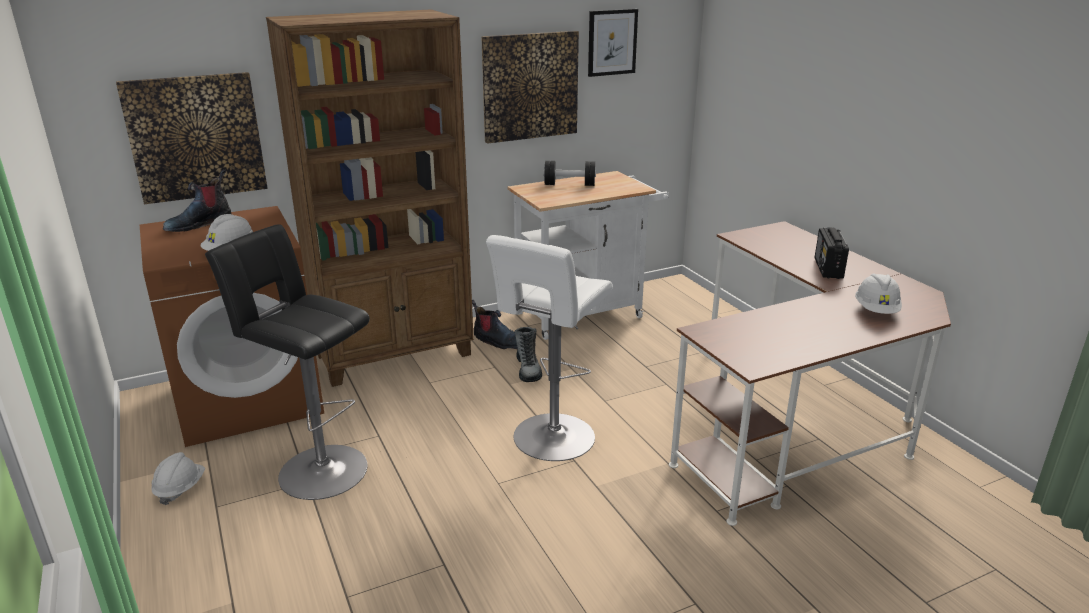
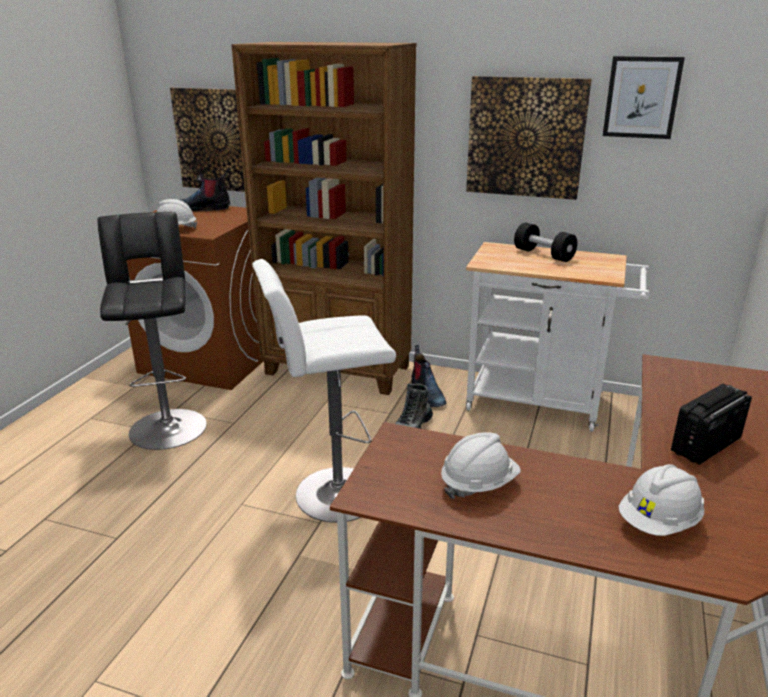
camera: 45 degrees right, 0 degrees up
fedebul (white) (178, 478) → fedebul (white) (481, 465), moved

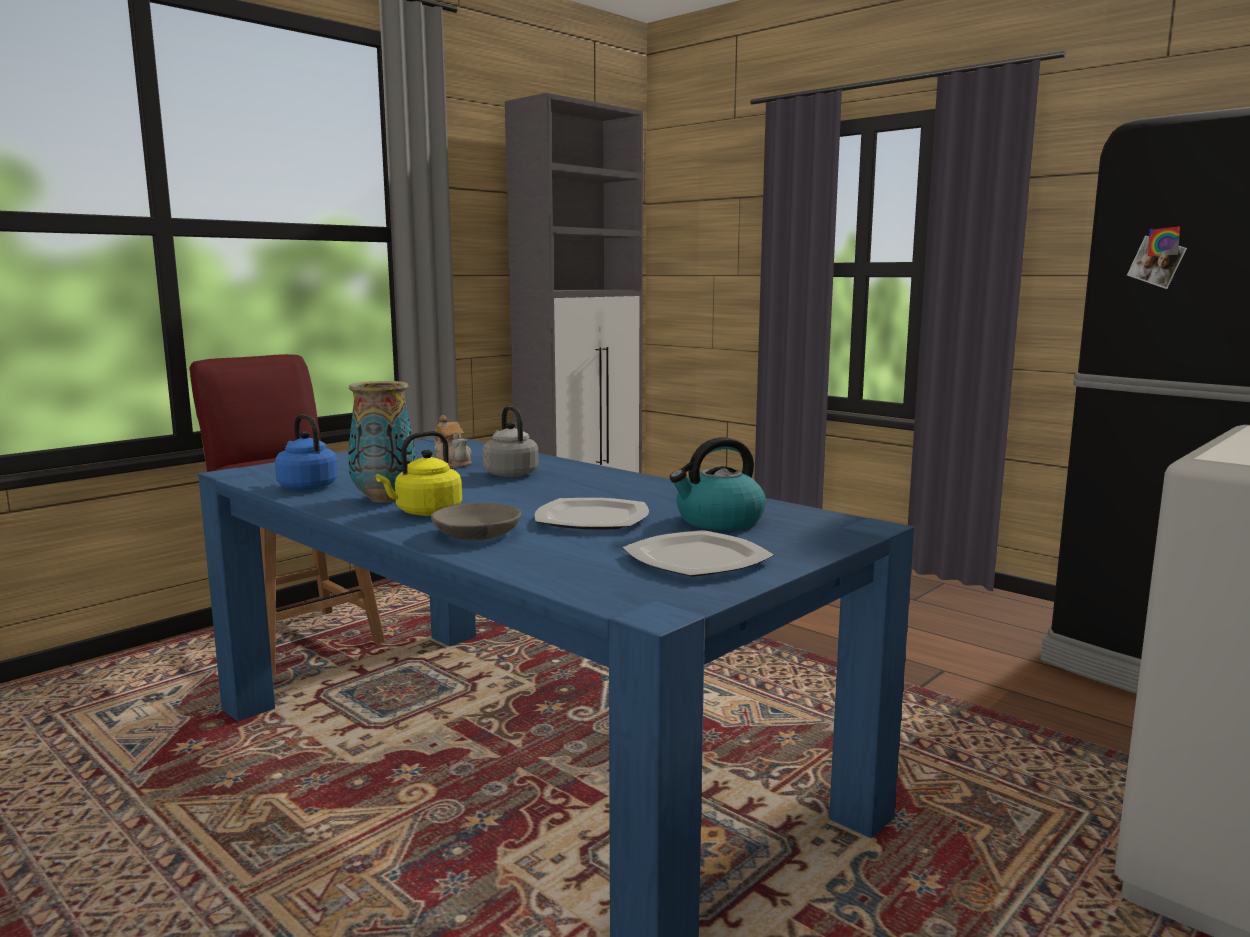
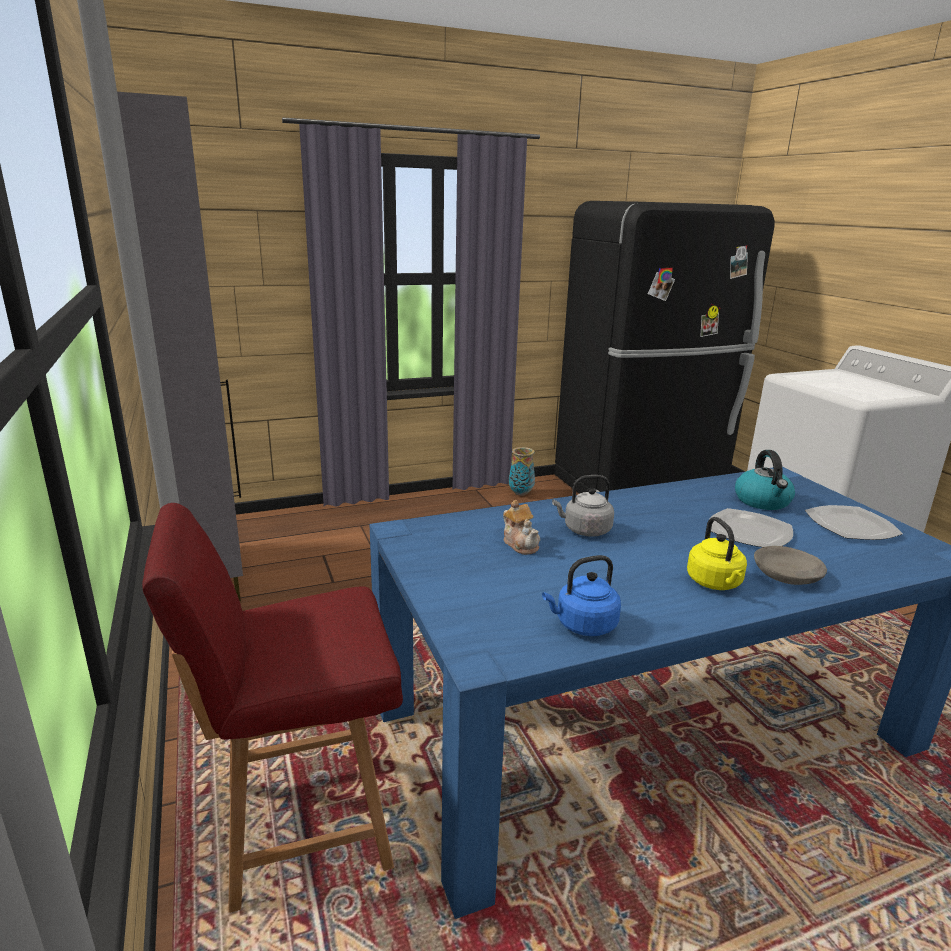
camera: 65 degrees left, 10 degrees up
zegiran (453, 441) → zegiran (521, 527), 75 degrees clockwise
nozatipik (382, 442) → nozatipik (522, 471), moved

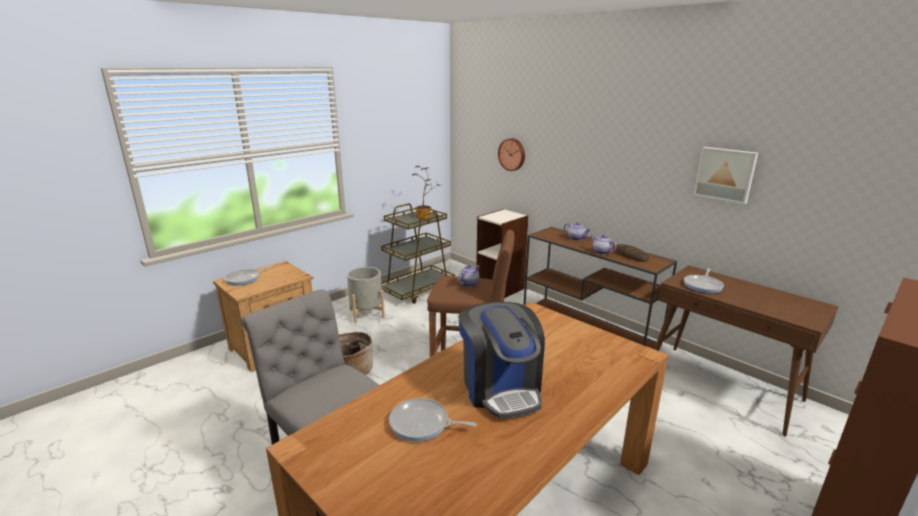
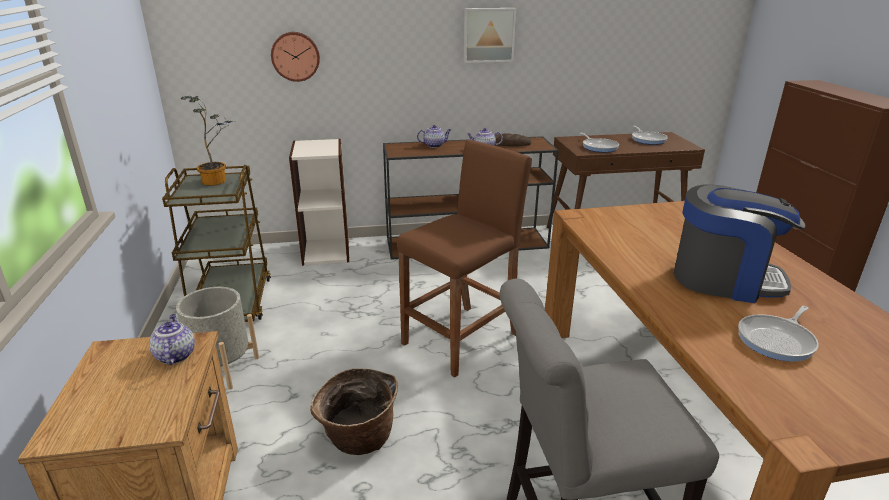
camera: 55 degrees left, 5 degrees up
zegiran (469, 276) → zegiran (172, 339), moved
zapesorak (725, 175) → zapesorak (489, 35), moved
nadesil (248, 275) → nadesil (650, 135), moved

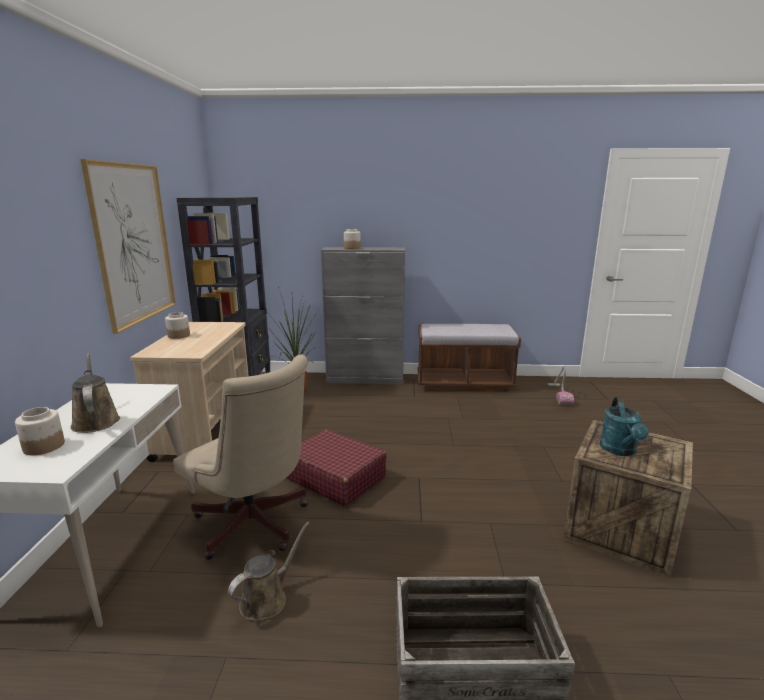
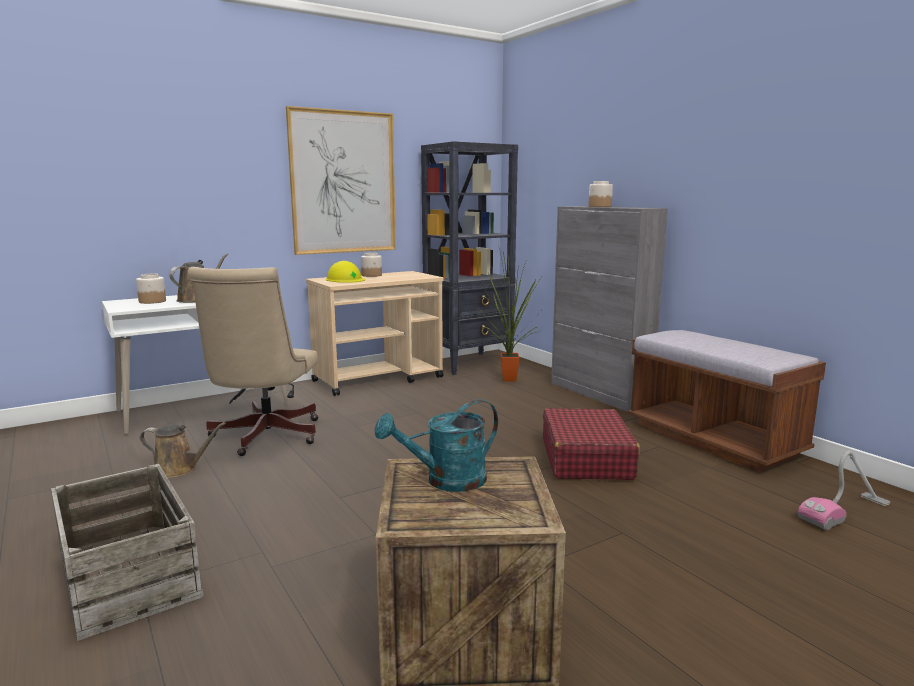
camera: 55 degrees right, 5 degrees down
- → fedebul (yellow) (345, 272)
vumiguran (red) (336, 467) → vumiguran (red) (591, 444), moved

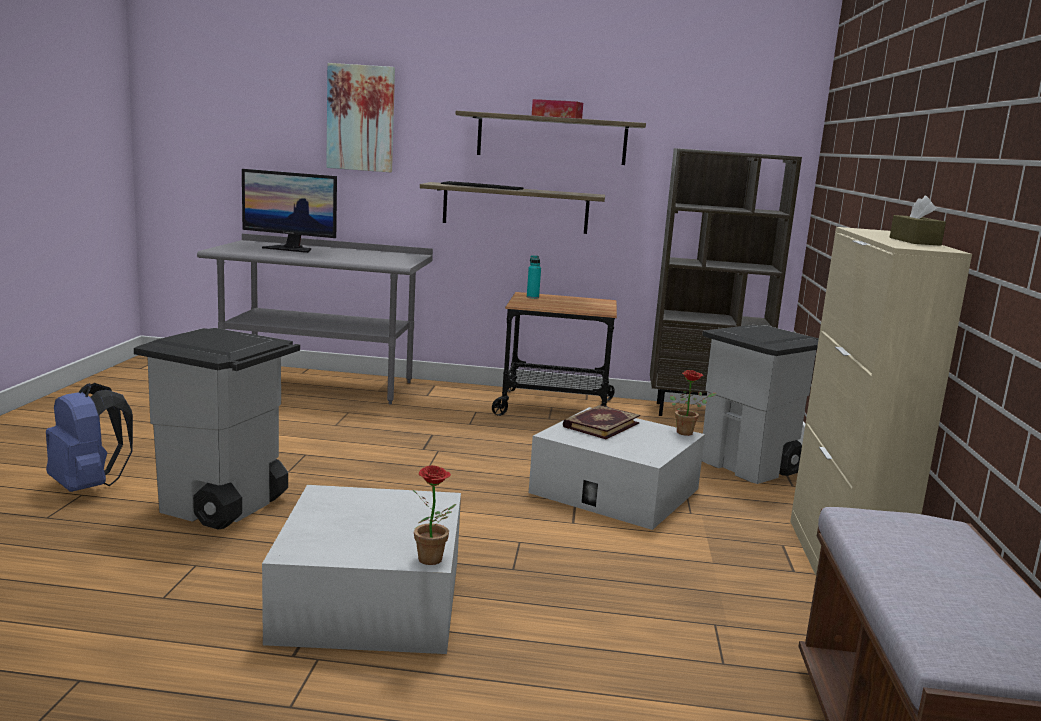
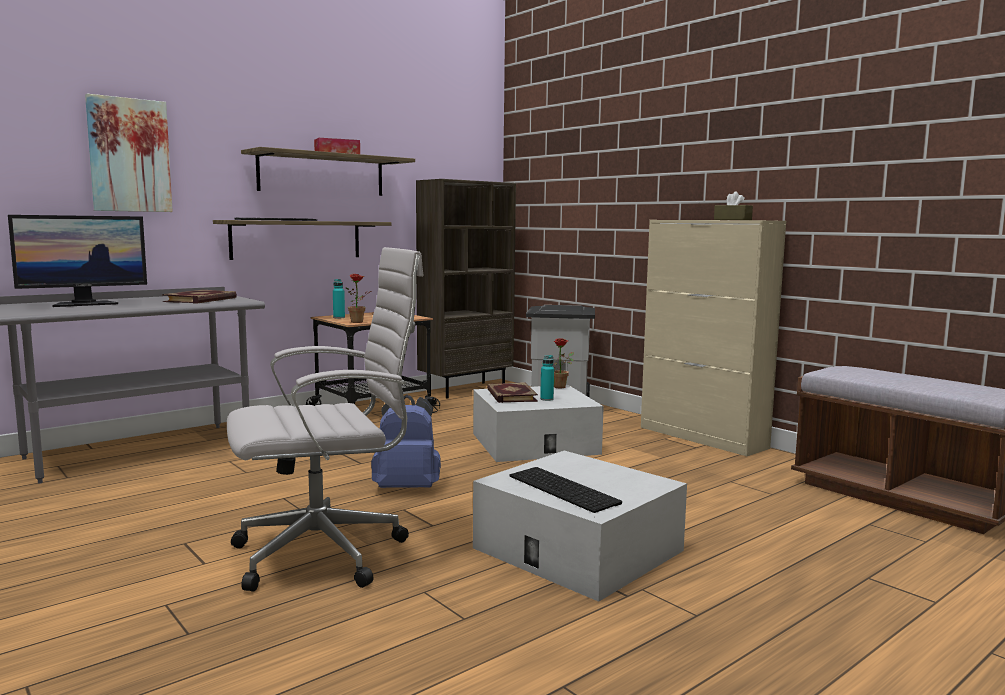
camera: 45 degrees left, 5 degrees down
- → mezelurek (199, 297)
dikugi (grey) (217, 429) → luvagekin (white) (325, 419)
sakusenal (434, 515) → sakusenal (358, 298), moved
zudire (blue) (89, 437) → zudire (blue) (406, 441), moved
- → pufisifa (565, 490)
- → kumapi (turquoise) (547, 378)

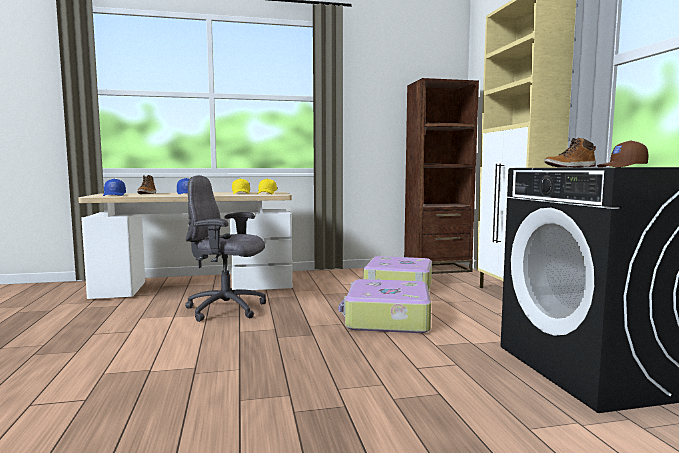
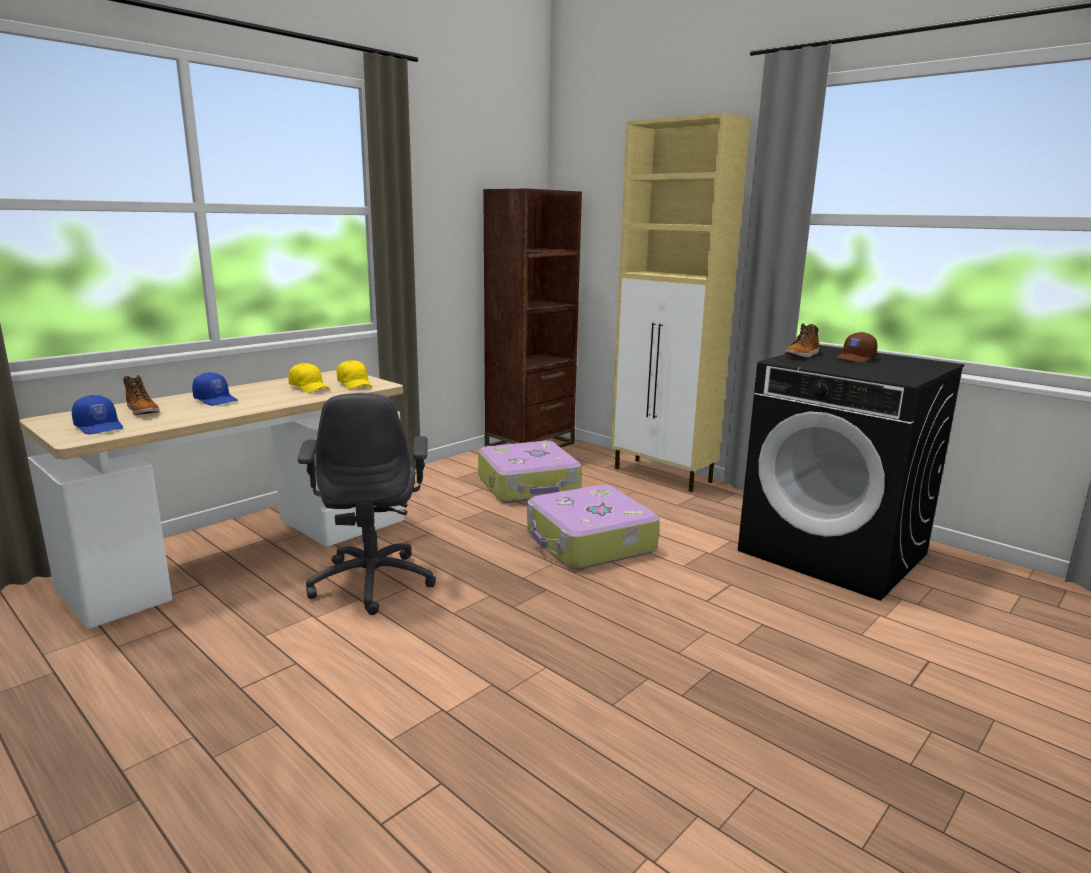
camera: 35 degrees left, 10 degrees up
luvagekin (grey) (225, 248) → luvagekin (grey) (367, 504), 75 degrees counterclockwise

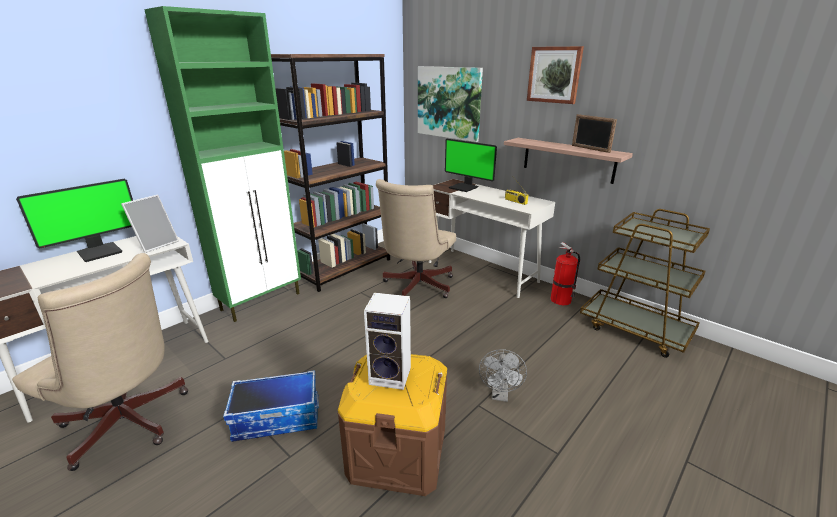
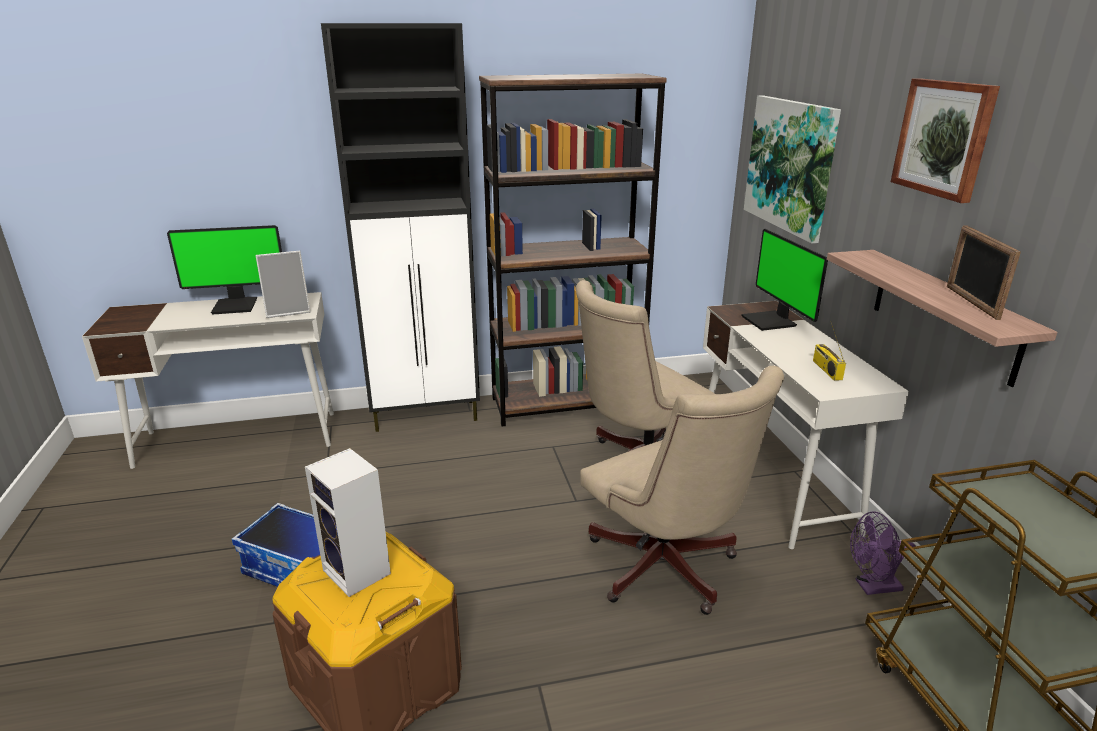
camera: 35 degrees right, 0 degrees up
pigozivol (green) (222, 164) → pigozivol (black) (400, 227)
luvagekin (beige) (100, 362) → luvagekin (beige) (682, 490), moved
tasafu (565, 273) → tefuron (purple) (883, 553)
tefuron (grey) (503, 375) → -

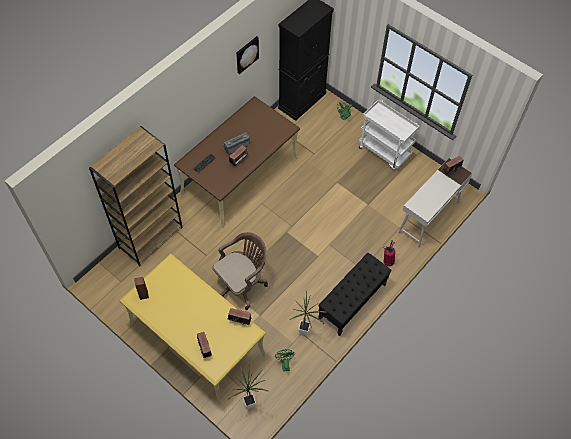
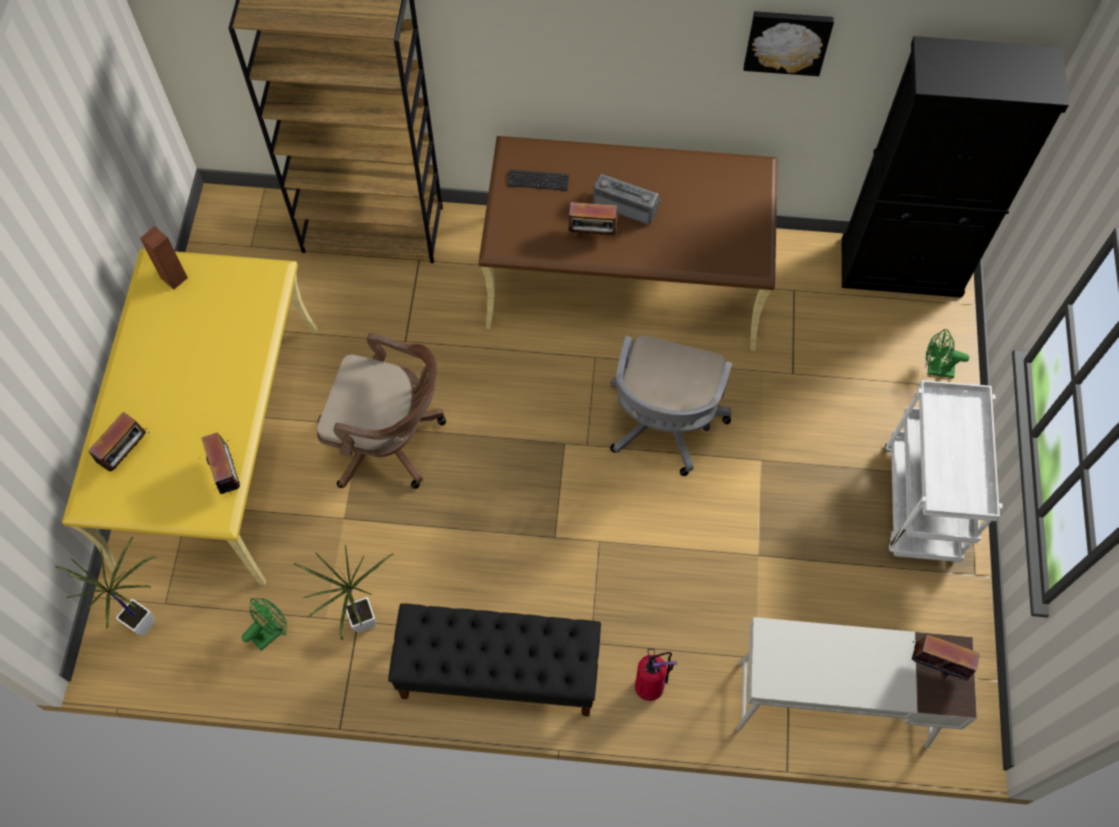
camera: 55 degrees right, 5 degrees up
- → luvagekin (grey) (671, 405)

